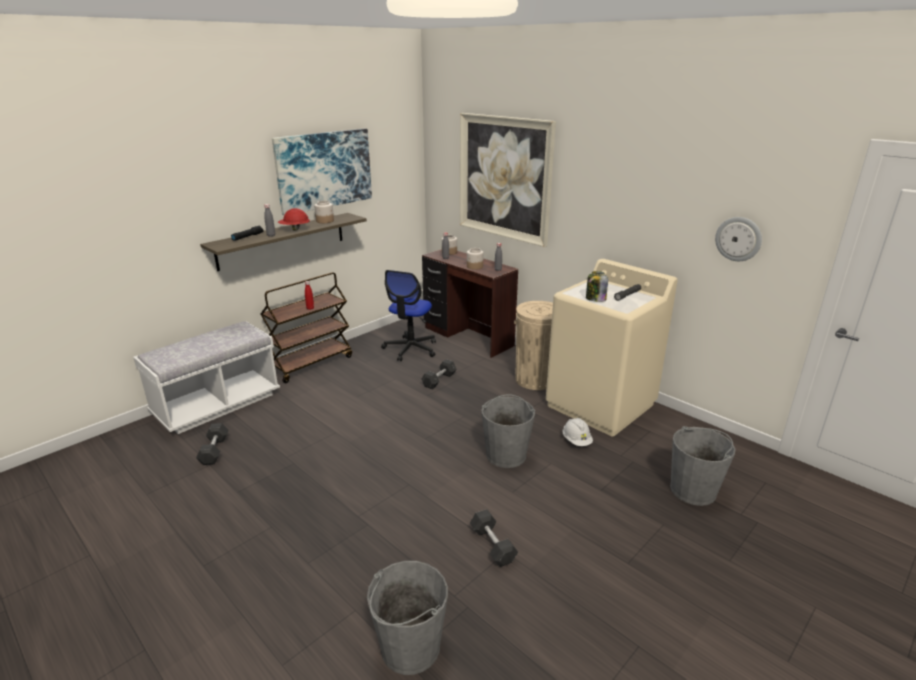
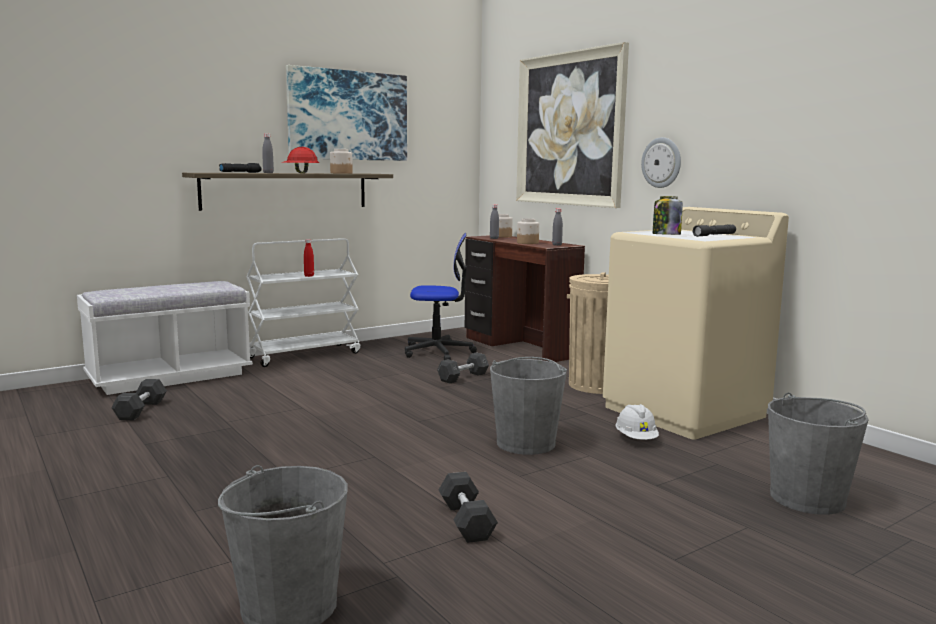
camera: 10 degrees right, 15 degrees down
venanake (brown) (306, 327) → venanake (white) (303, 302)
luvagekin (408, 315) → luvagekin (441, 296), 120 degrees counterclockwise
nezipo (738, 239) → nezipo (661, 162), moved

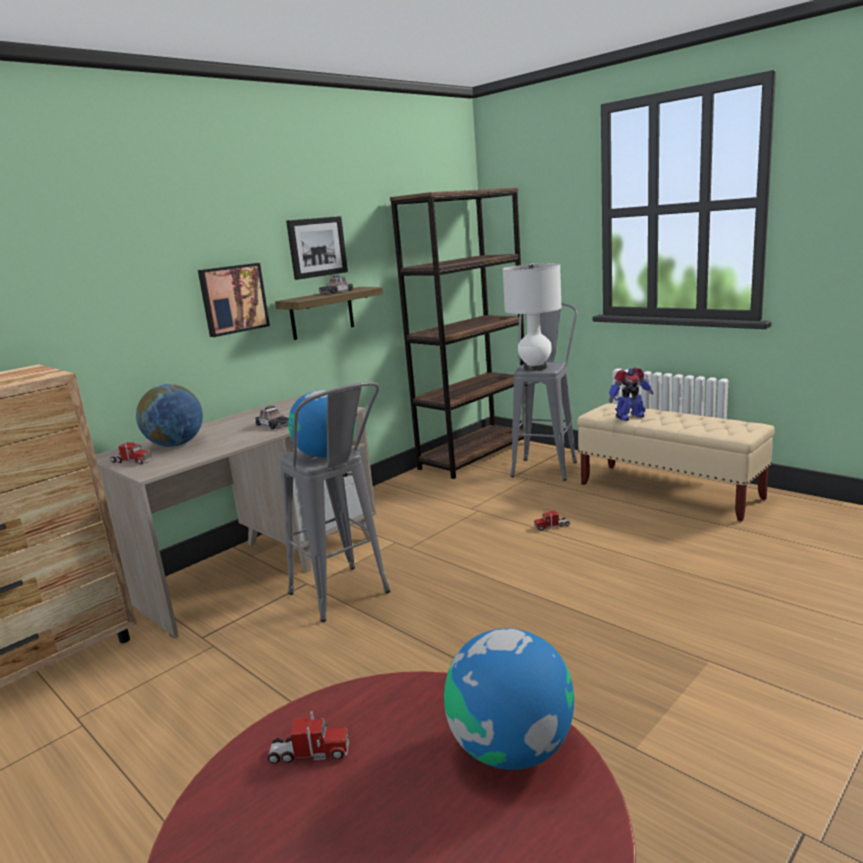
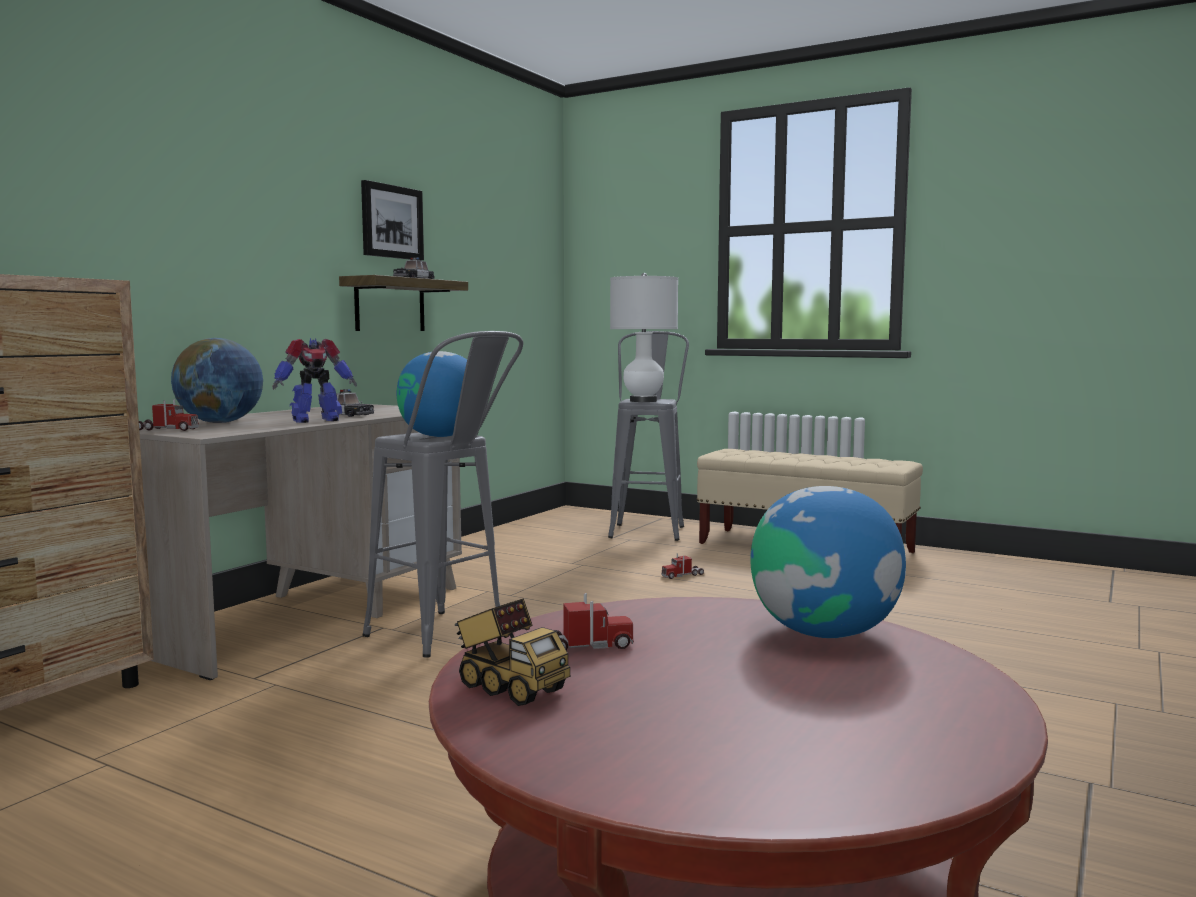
camera: 15 degrees left, 10 degrees down
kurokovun (631, 394) → kurokovun (314, 380), moved
- → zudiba (512, 652)
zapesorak (234, 300) → -
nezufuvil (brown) (457, 333) → -

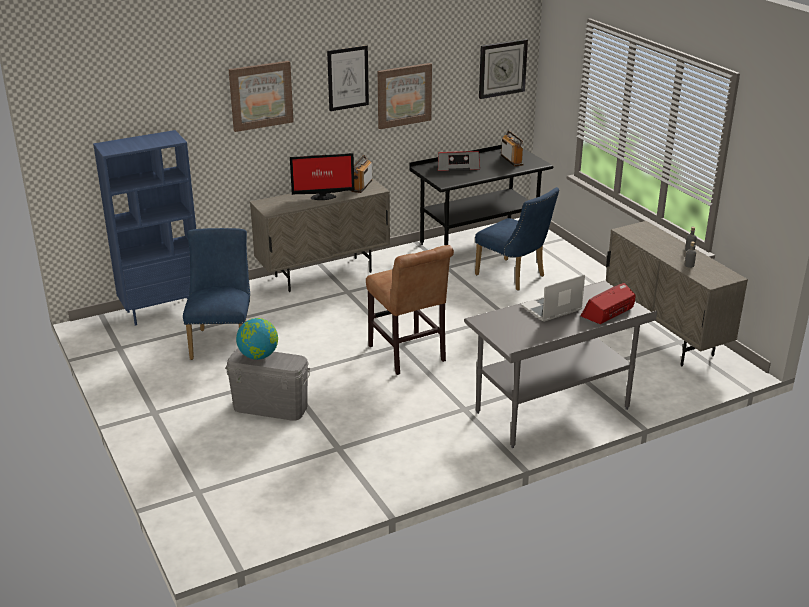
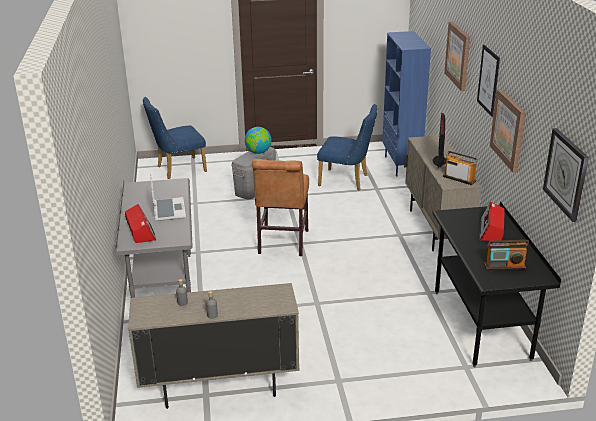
camera: 110 degrees right, 0 degrees up
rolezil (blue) (517, 239) → rolezil (blue) (175, 138), moved
rolezil (brown) (410, 310) → rolezil (brown) (280, 207), 75 degrees counterclockwise

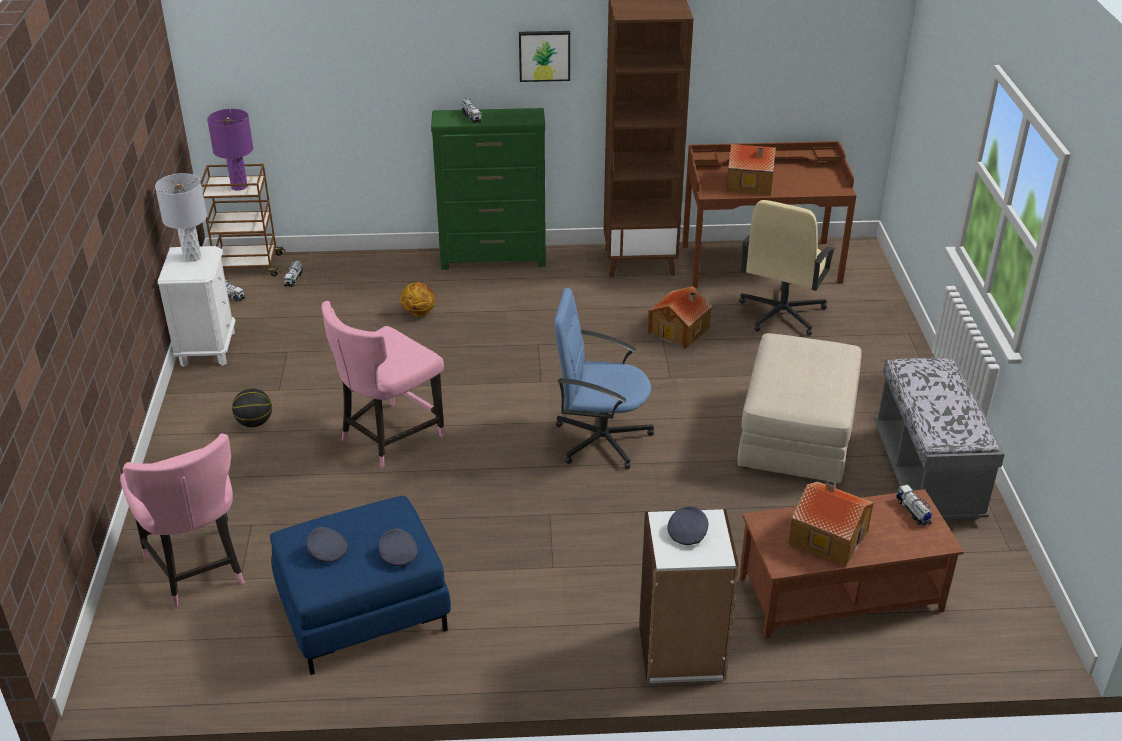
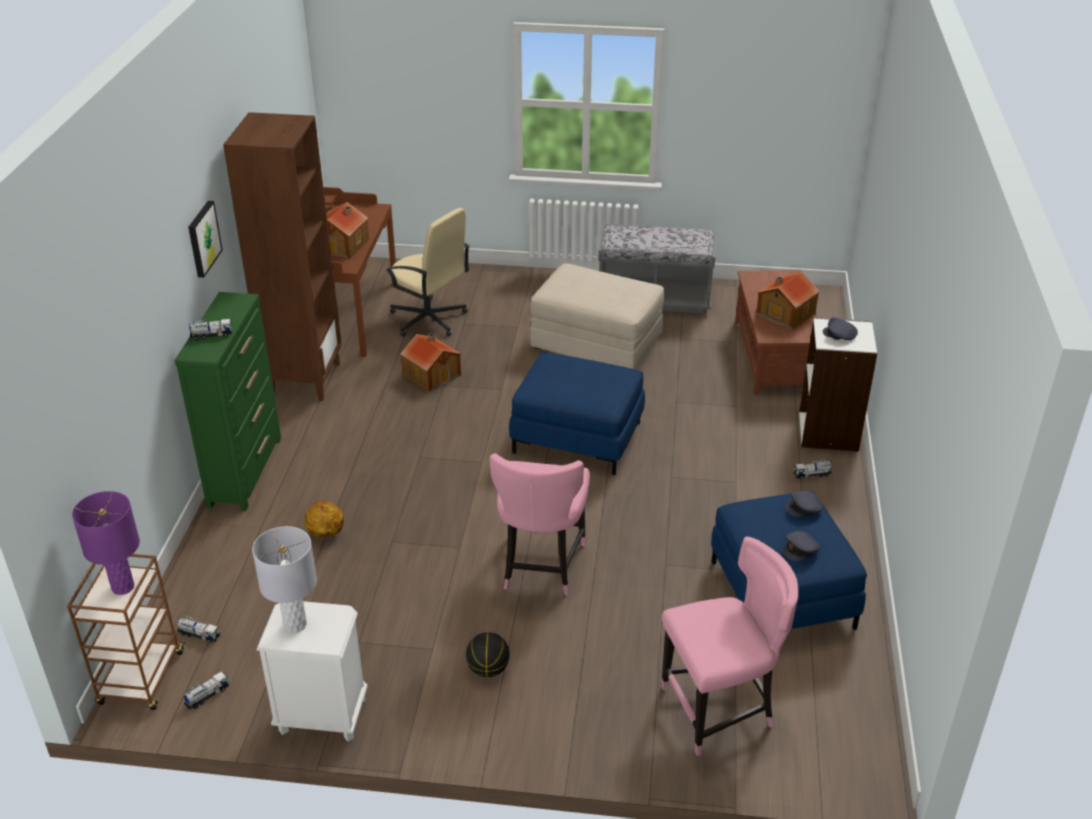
camera: 80 degrees left, 0 degrees up
rolezil (pink) (383, 384) → rolezil (pink) (540, 524), 45 degrees clockwise
luvagekin (blue) (604, 378) → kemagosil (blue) (577, 414)
zudiba (914, 505) → zudiba (813, 469), moved

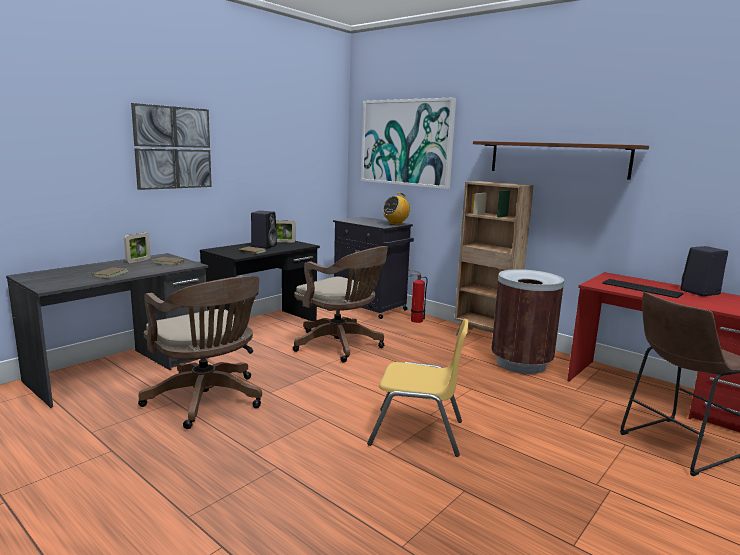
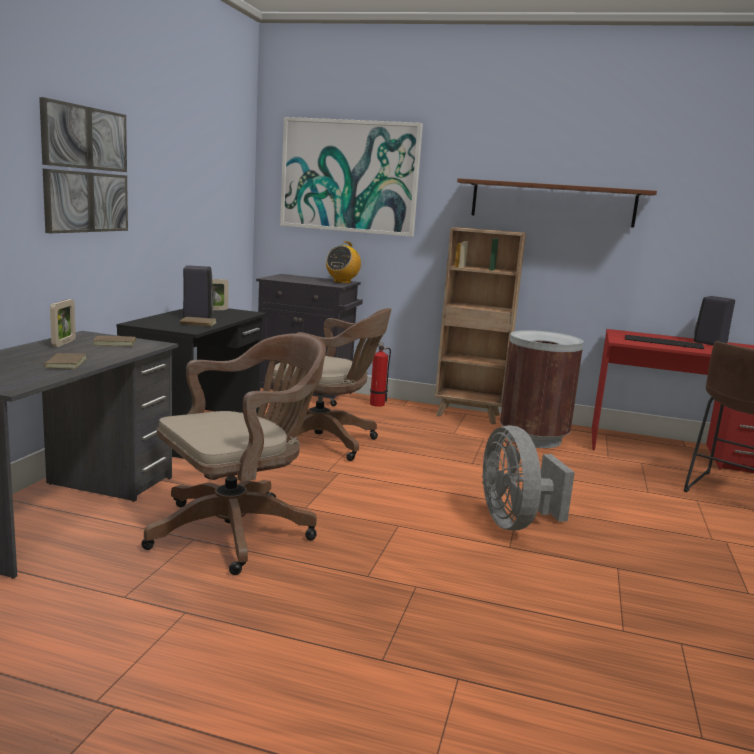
camera: 25 degrees left, 0 degrees up
luvagekin (brown) (200, 352) → luvagekin (brown) (233, 454), 60 degrees counterclockwise
rolezil (yellow) (417, 388) → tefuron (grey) (528, 478)

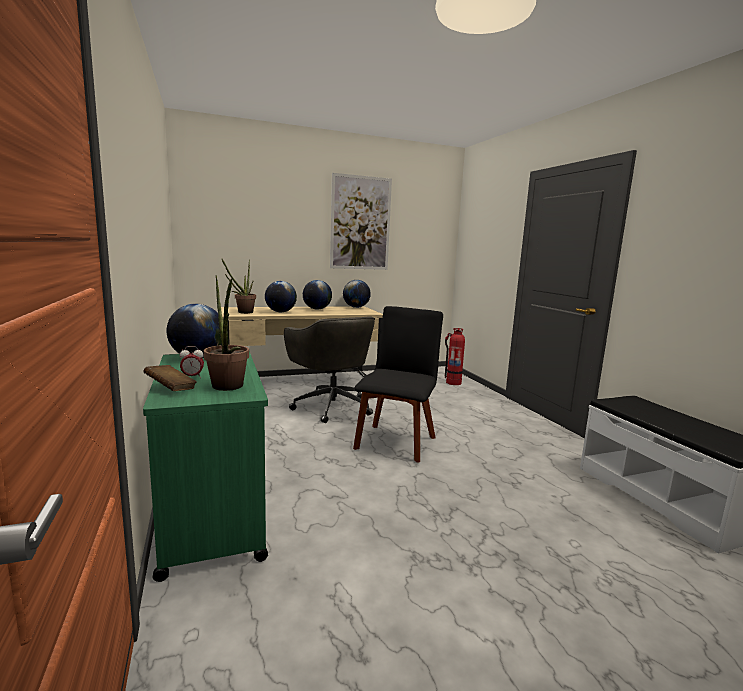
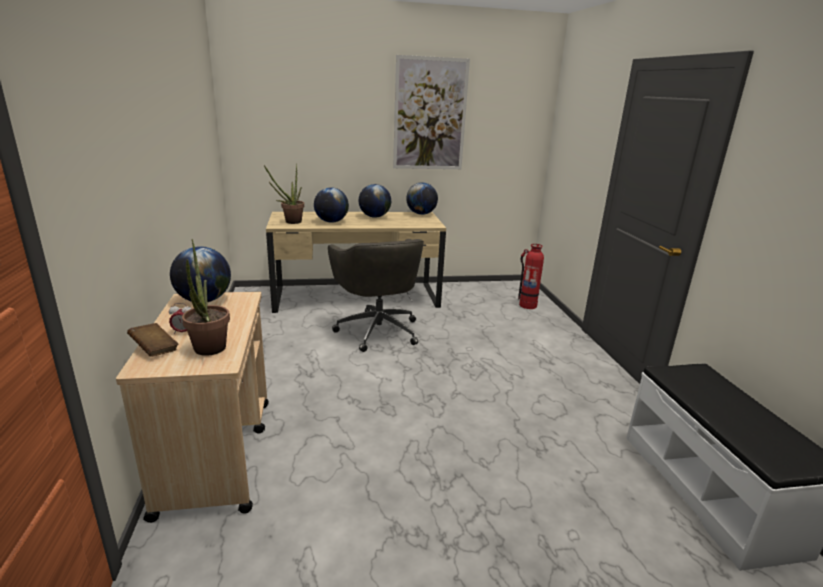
camera: 10 degrees right, 10 degrees up
venanake (green) (205, 467) → venanake (beige) (192, 407)
rolezil (black) (398, 384) → -

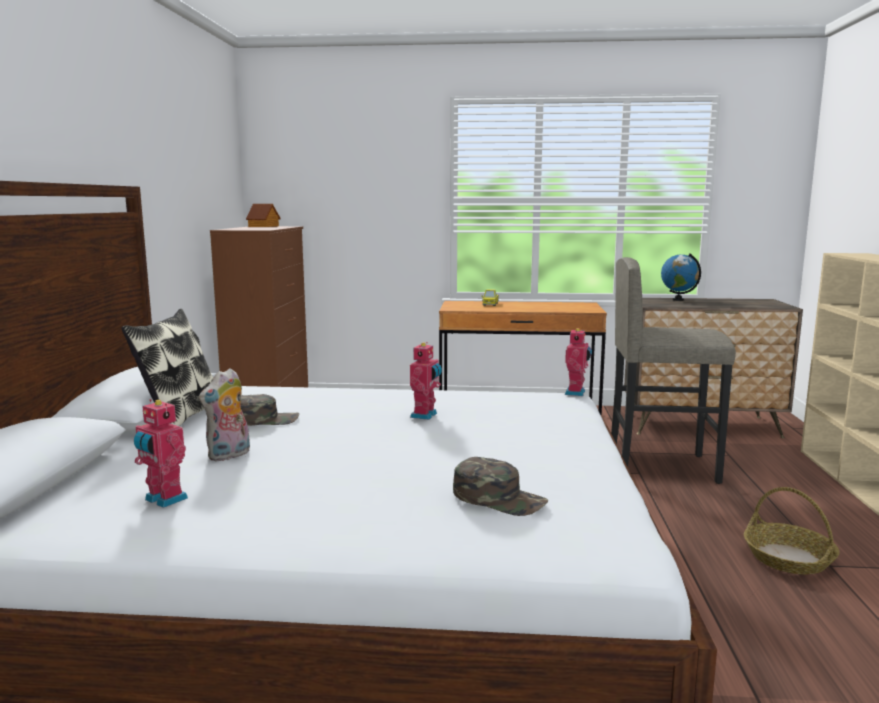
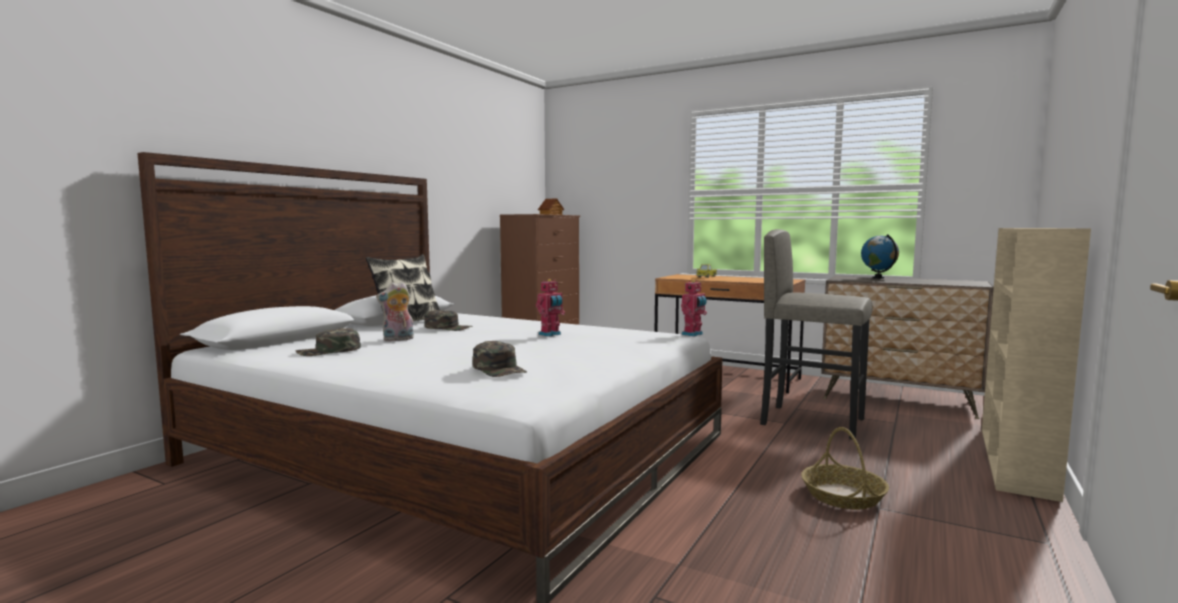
camera: 25 degrees right, 5 degrees down
kurokovun (161, 453) → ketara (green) (328, 342)

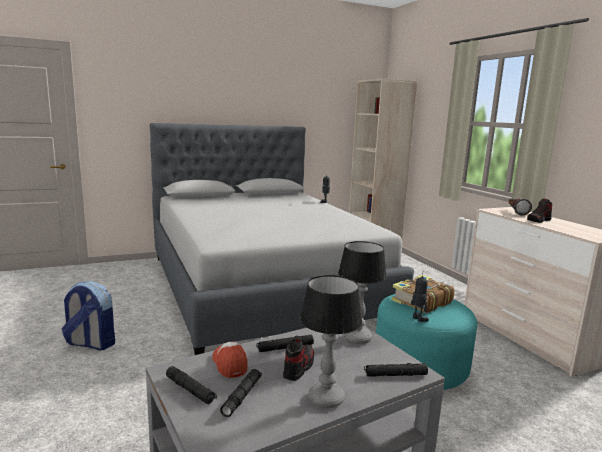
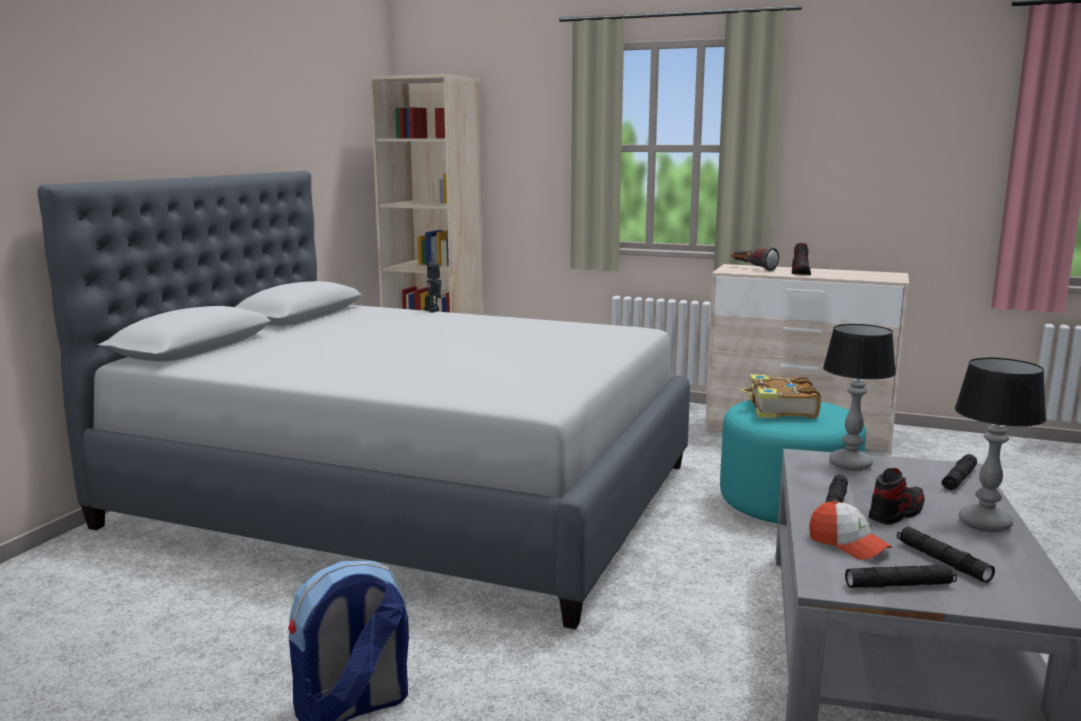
camera: 45 degrees left, 0 degrees up
ketara (230, 360) → ketara (850, 530), 150 degrees counterclockwise
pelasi (298, 360) → pelasi (897, 496), 75 degrees clockwise
kurokovun (420, 298) → -

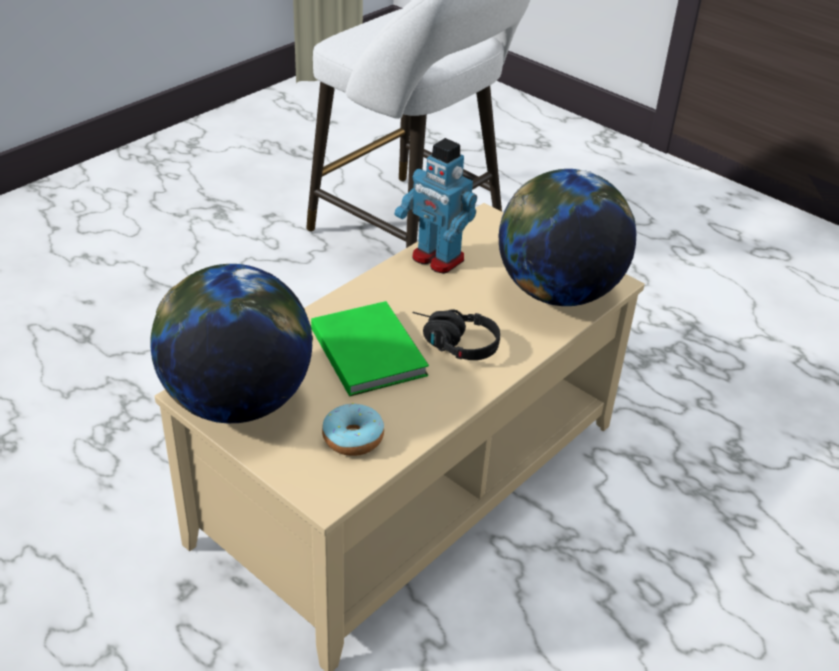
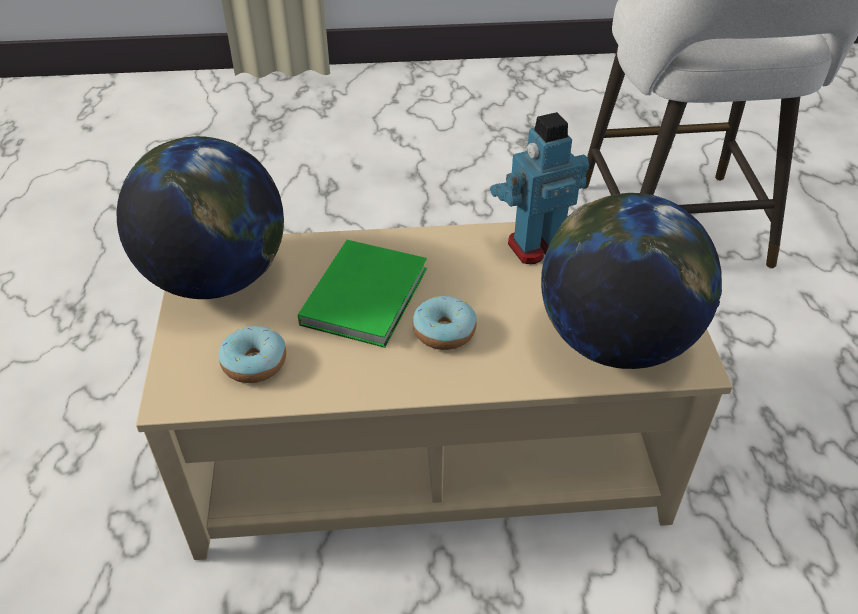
camera: 45 degrees right, 5 degrees up
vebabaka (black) (456, 334) → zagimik (445, 323)
kurokovun (436, 206) → kurokovun (539, 188), 75 degrees clockwise

